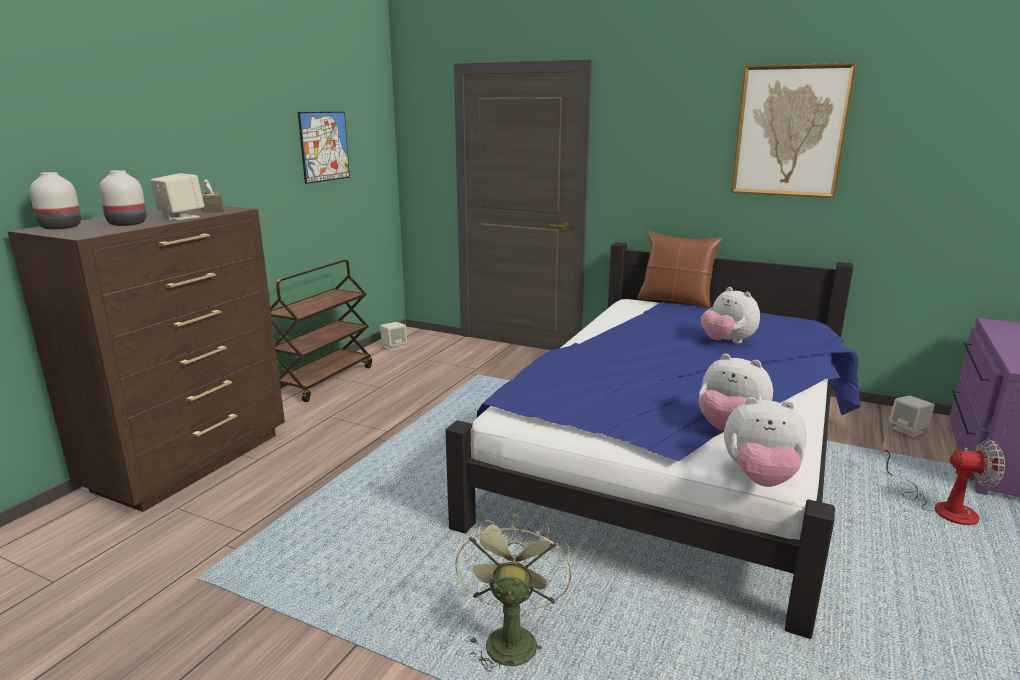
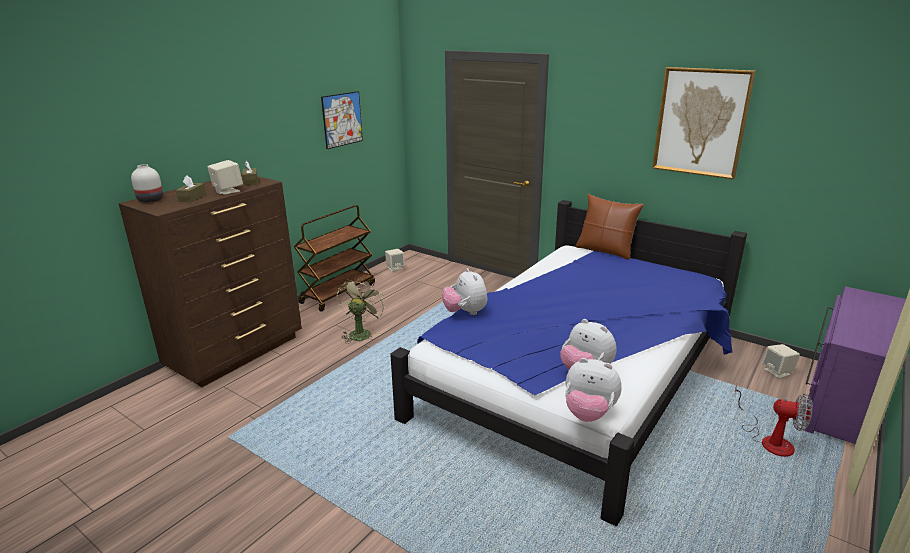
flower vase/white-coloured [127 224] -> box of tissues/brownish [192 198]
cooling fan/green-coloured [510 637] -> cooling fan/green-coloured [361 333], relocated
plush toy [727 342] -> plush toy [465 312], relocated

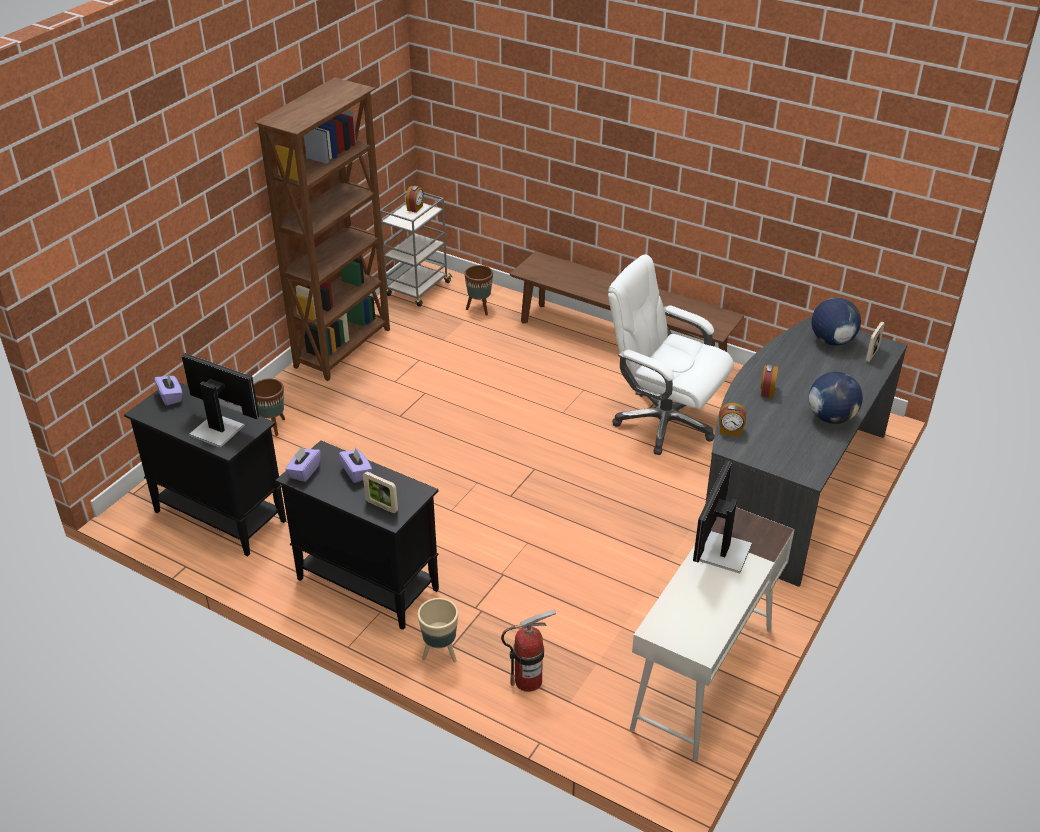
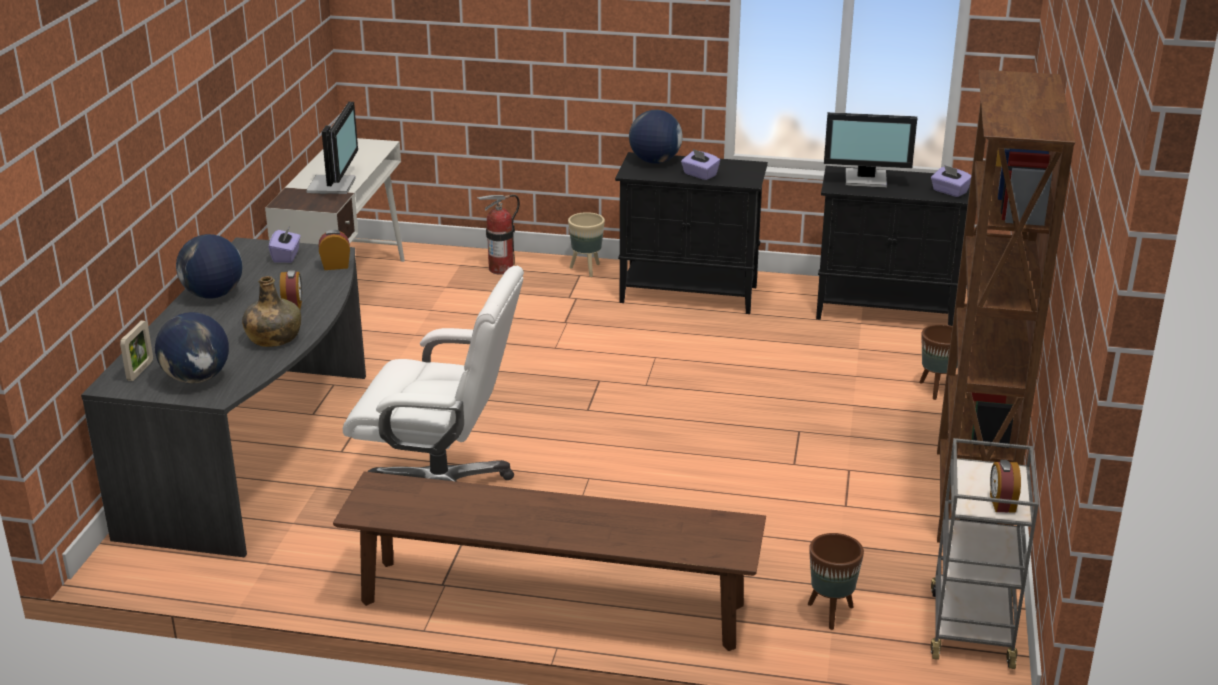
box of tissues/purple [304 472] -> box of tissues/purple [286 256], relocated
picture frame [381 506] -> world globe [655 161]
none -> drink bottle/green-coloured [273 338]

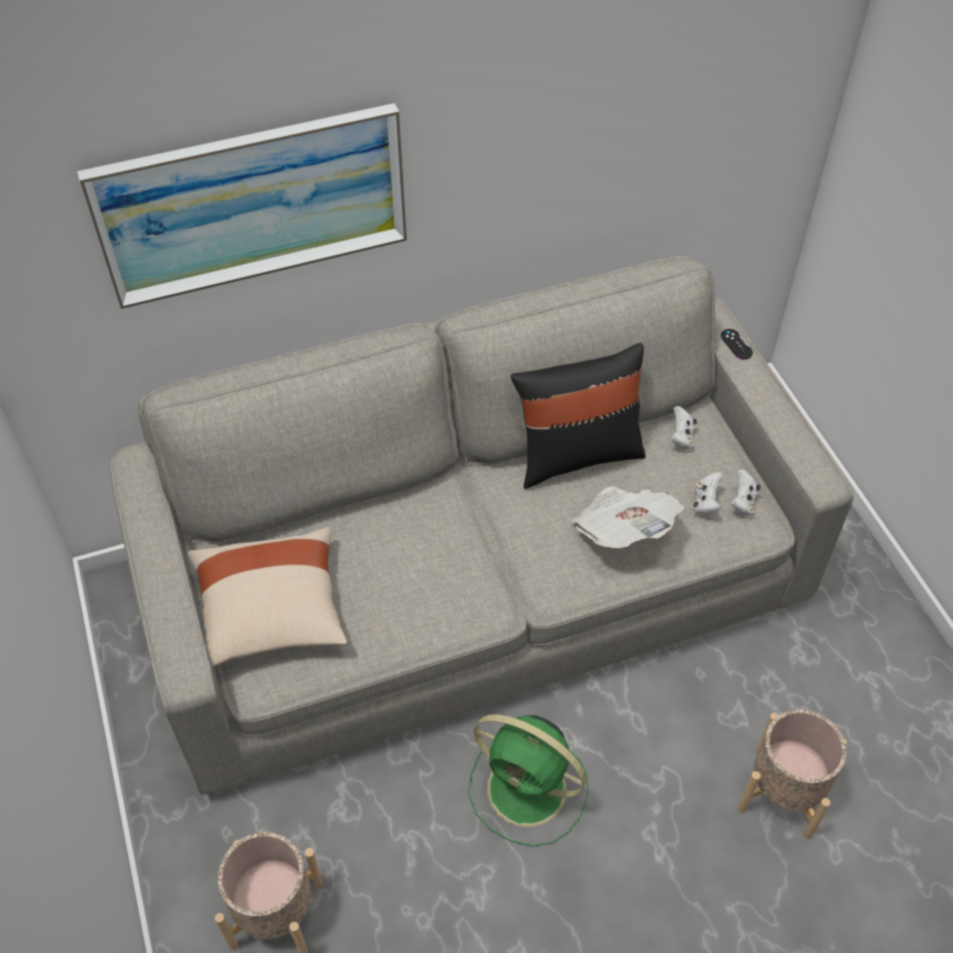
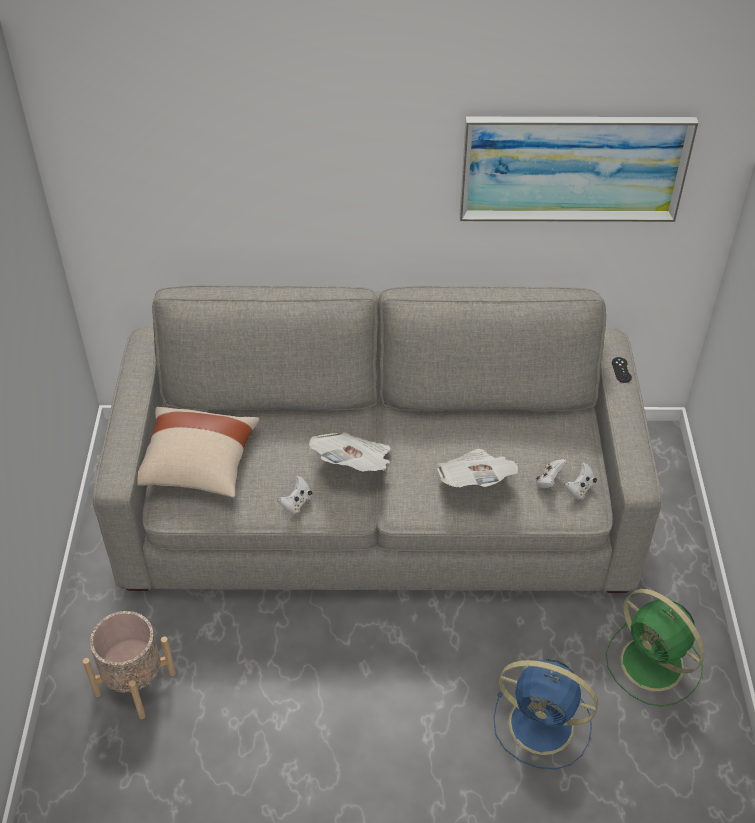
wall art [252 204] -> wall art [573 167], relocated
cooling fan/green-coloured [530 790] -> cooling fan/green-coloured [654 665], relocated
throw pillow/black [577 455] -> none
game controller/white-coloured [681 437] -> game controller/white-coloured [296 503], relocated
planter/beige [782 792] -> cooling fan/blue [544 725]
none -> printed paper [354 465]

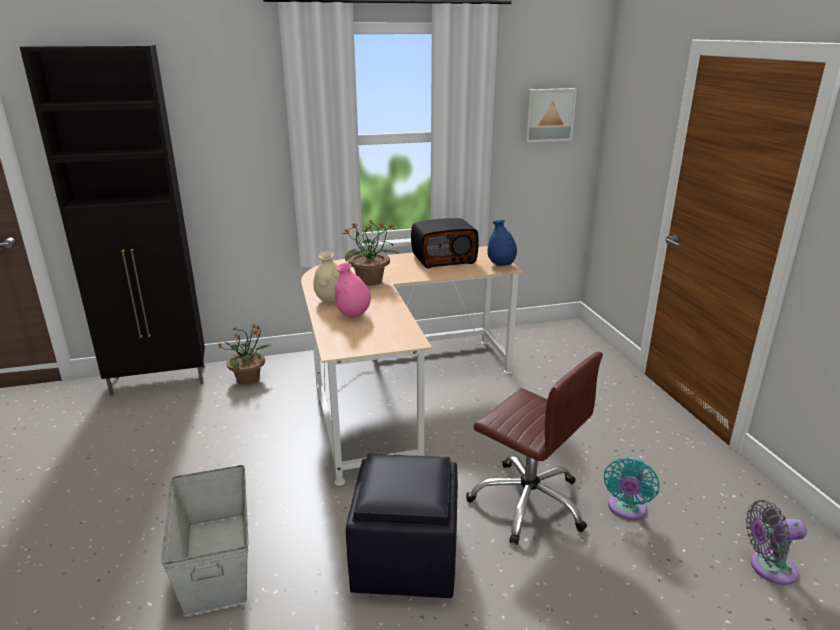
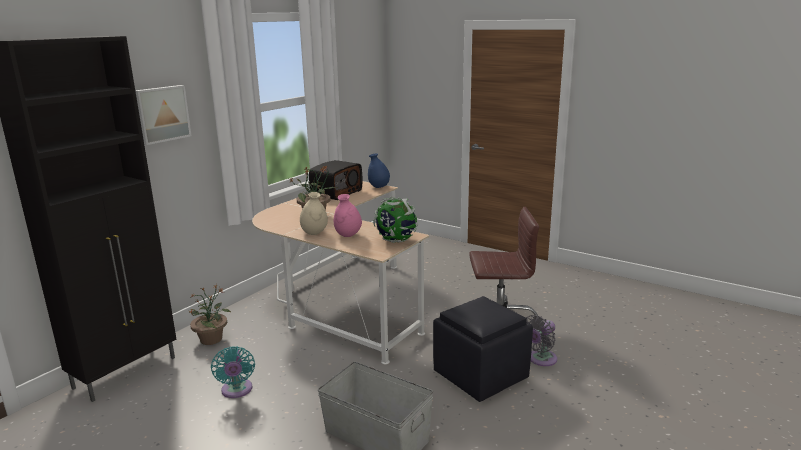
wall art [548 115] -> wall art [162 114], relocated
cooling fan/turquoise [626 509] -> cooling fan/turquoise [237 391], relocated
cooling fan/grey [768 567] -> cooling fan/grey [540 359], relocated
none -> world globe [396 241]

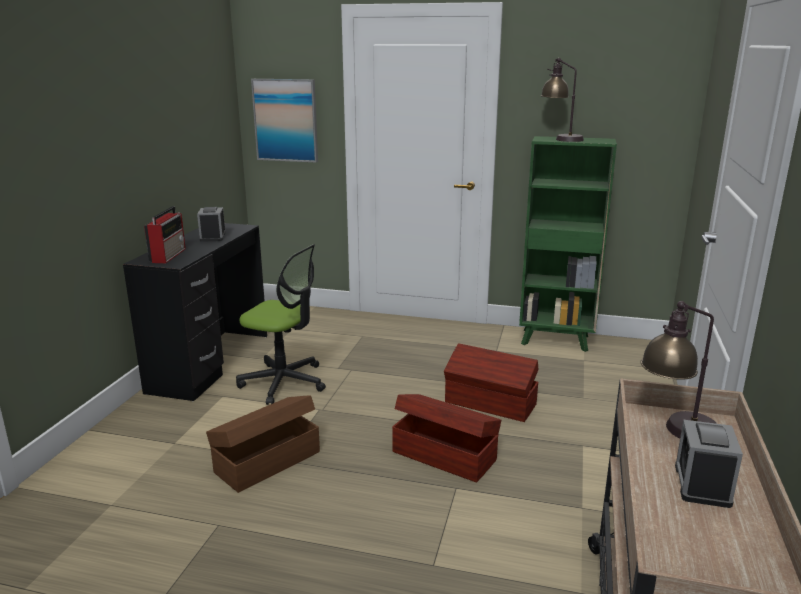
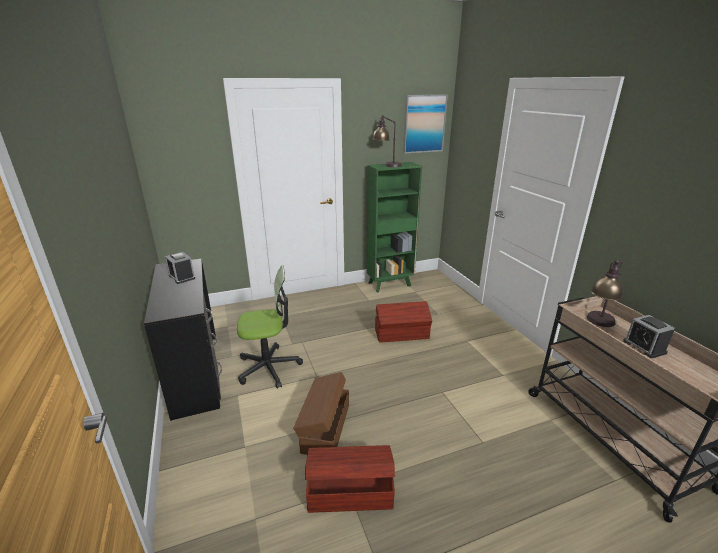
radio [169 255] -> none
wall art [286 120] -> wall art [424 124], relocated
storage bin/brownish [444 455] -> storage bin/brownish [349 491], relocated

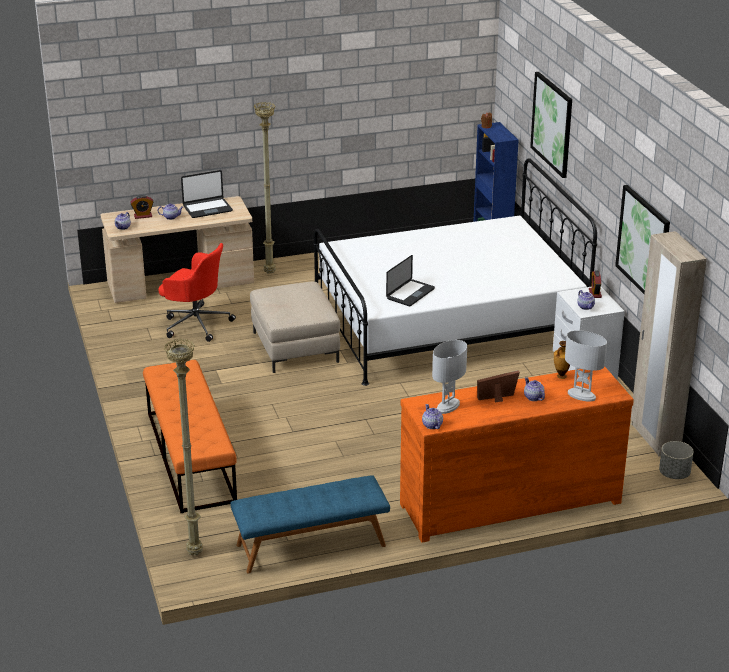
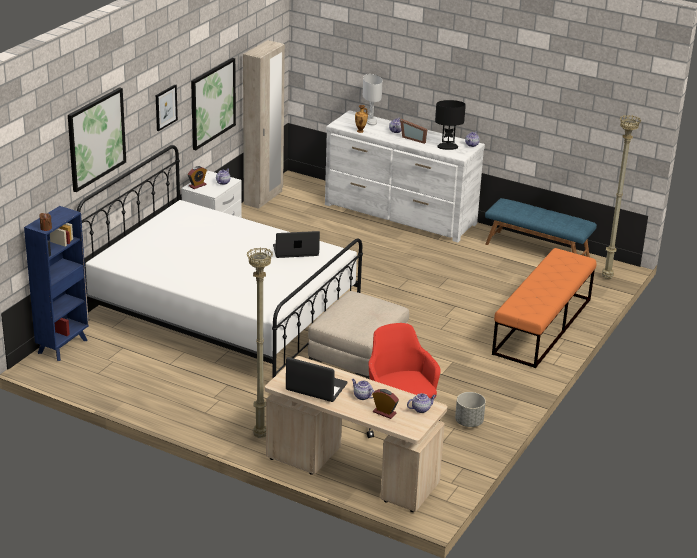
dresser/orange [509 502] -> dresser/white-coloured [400 214]
lamp for a table/white-coloured [448 406] -> lamp for a table/black [447 147]
planter/grey [674 474] -> planter/grey [469 422], relocated
none -> wall art [165 107]

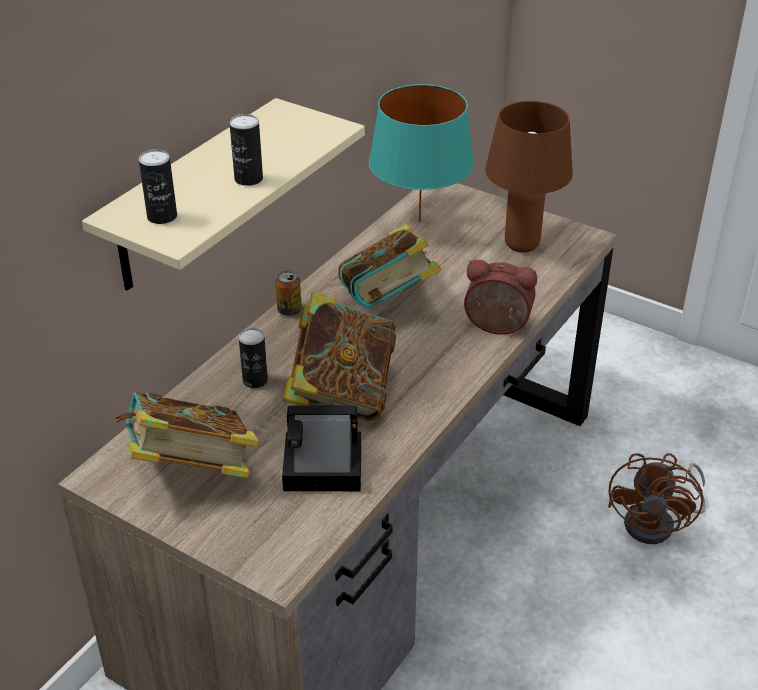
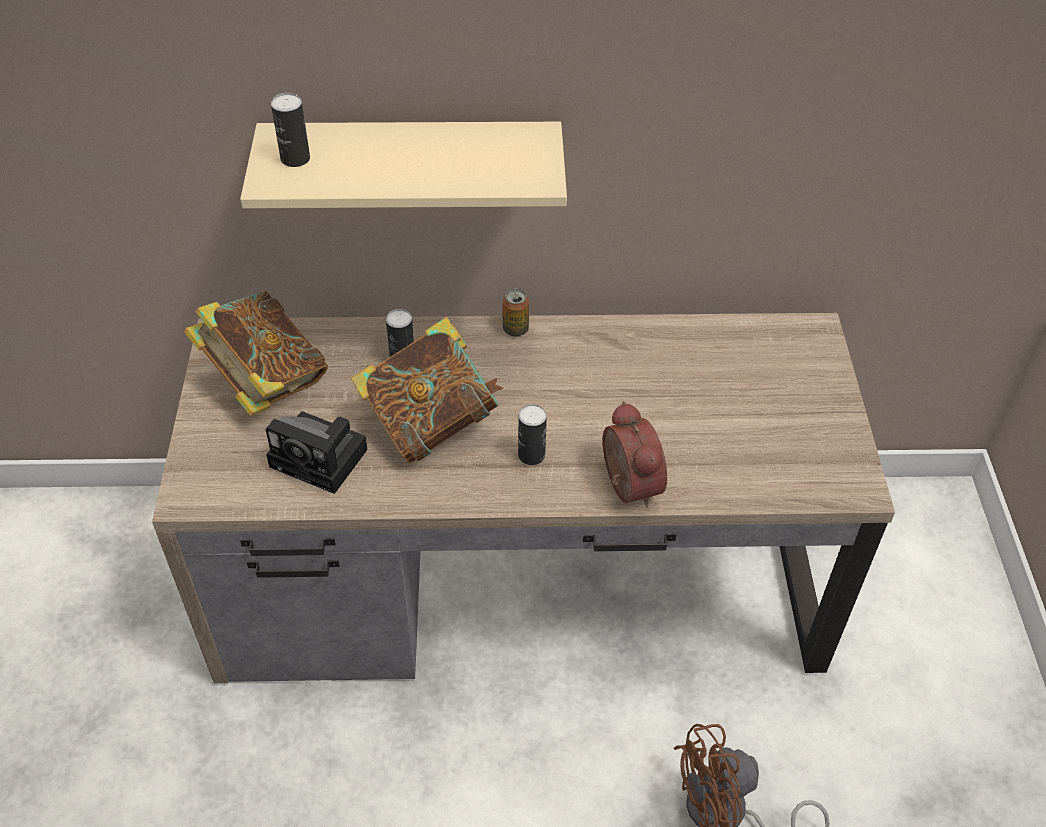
can [248 179] -> can [531 455], relocated
still camera [318 469] -> still camera [322 459], 150 degrees clockwise
volume [388 302] -> none
lamp for a table/turquoise [419 221] -> none
lamp for a table/brownish [522 245] -> none

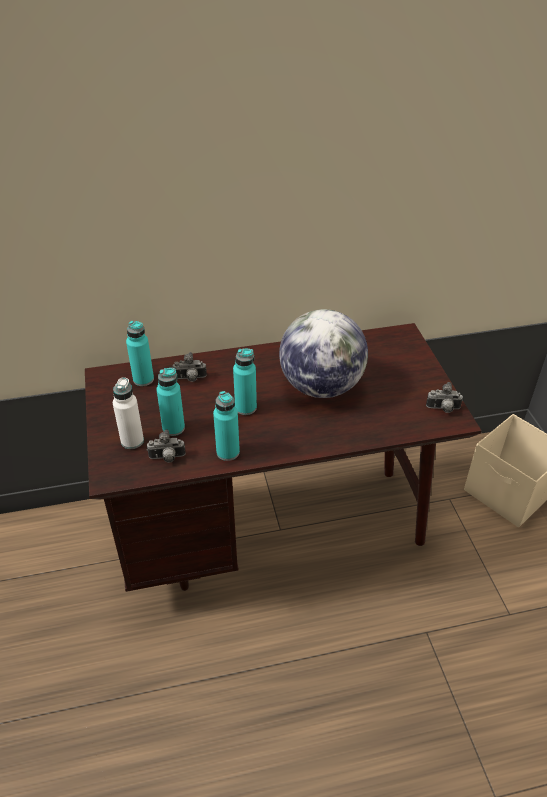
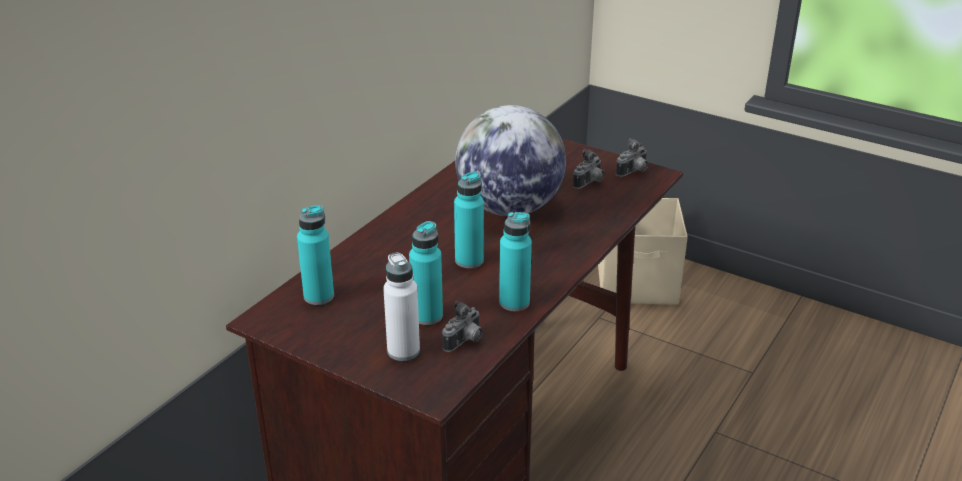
still camera [190 379] -> still camera [590 183], relocated

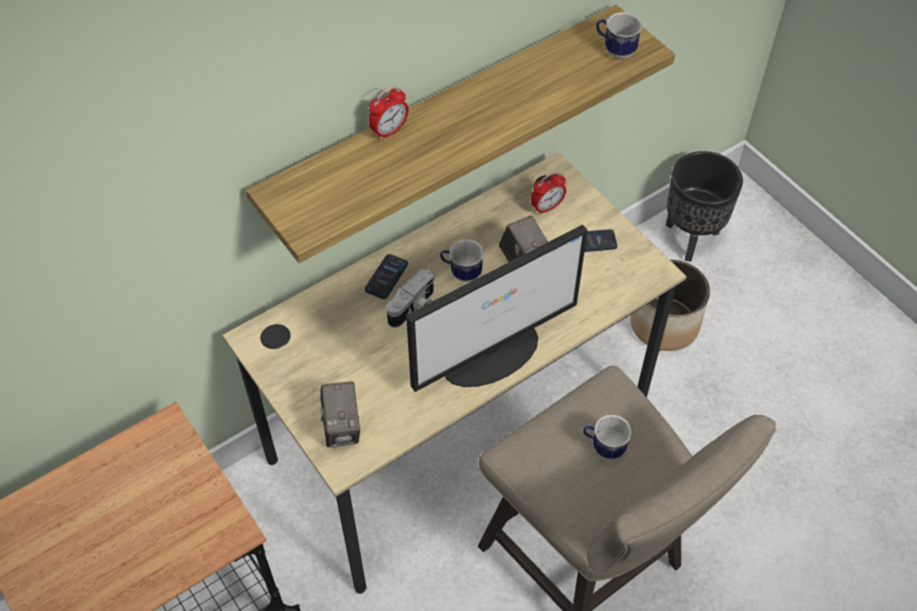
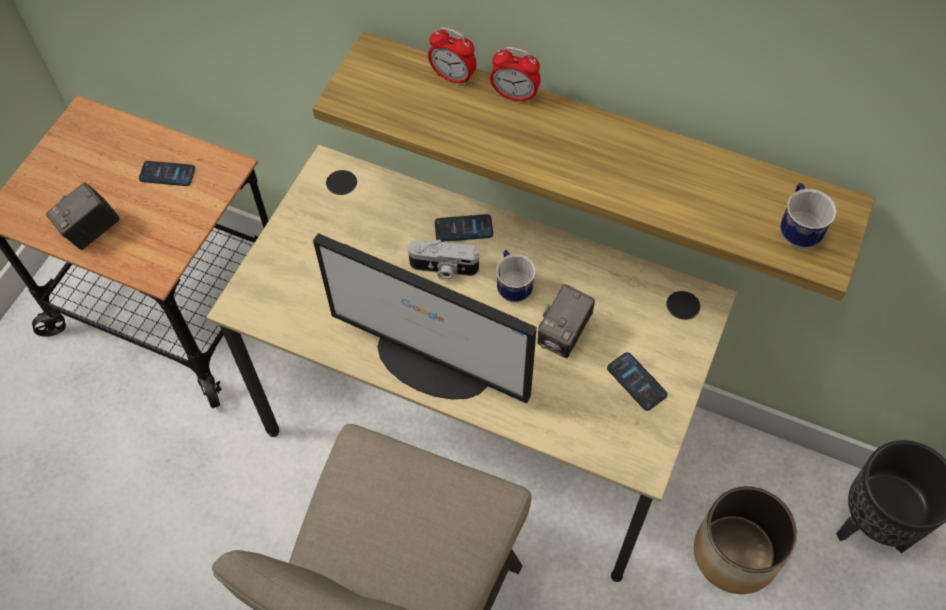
still camera [342 428] -> still camera [92 231], relocated
alarm clock [547 207] -> alarm clock [453 77], relocated
coffee mug [603 447] -> none
none -> handset [167 174]

